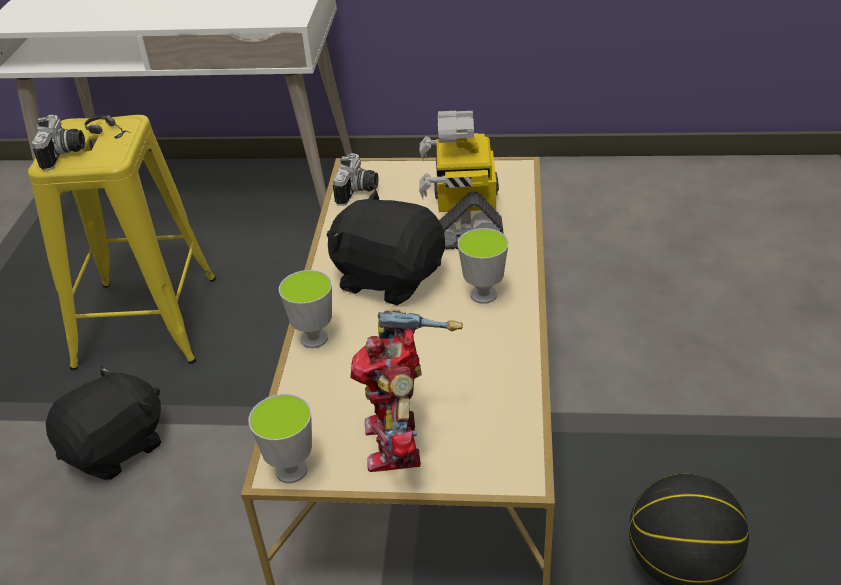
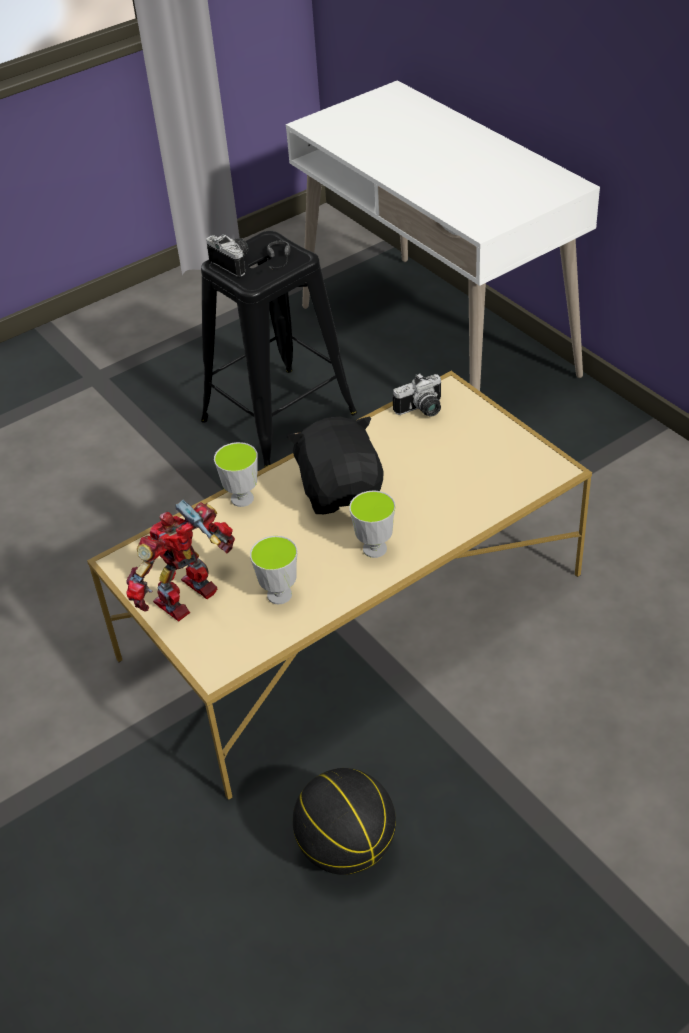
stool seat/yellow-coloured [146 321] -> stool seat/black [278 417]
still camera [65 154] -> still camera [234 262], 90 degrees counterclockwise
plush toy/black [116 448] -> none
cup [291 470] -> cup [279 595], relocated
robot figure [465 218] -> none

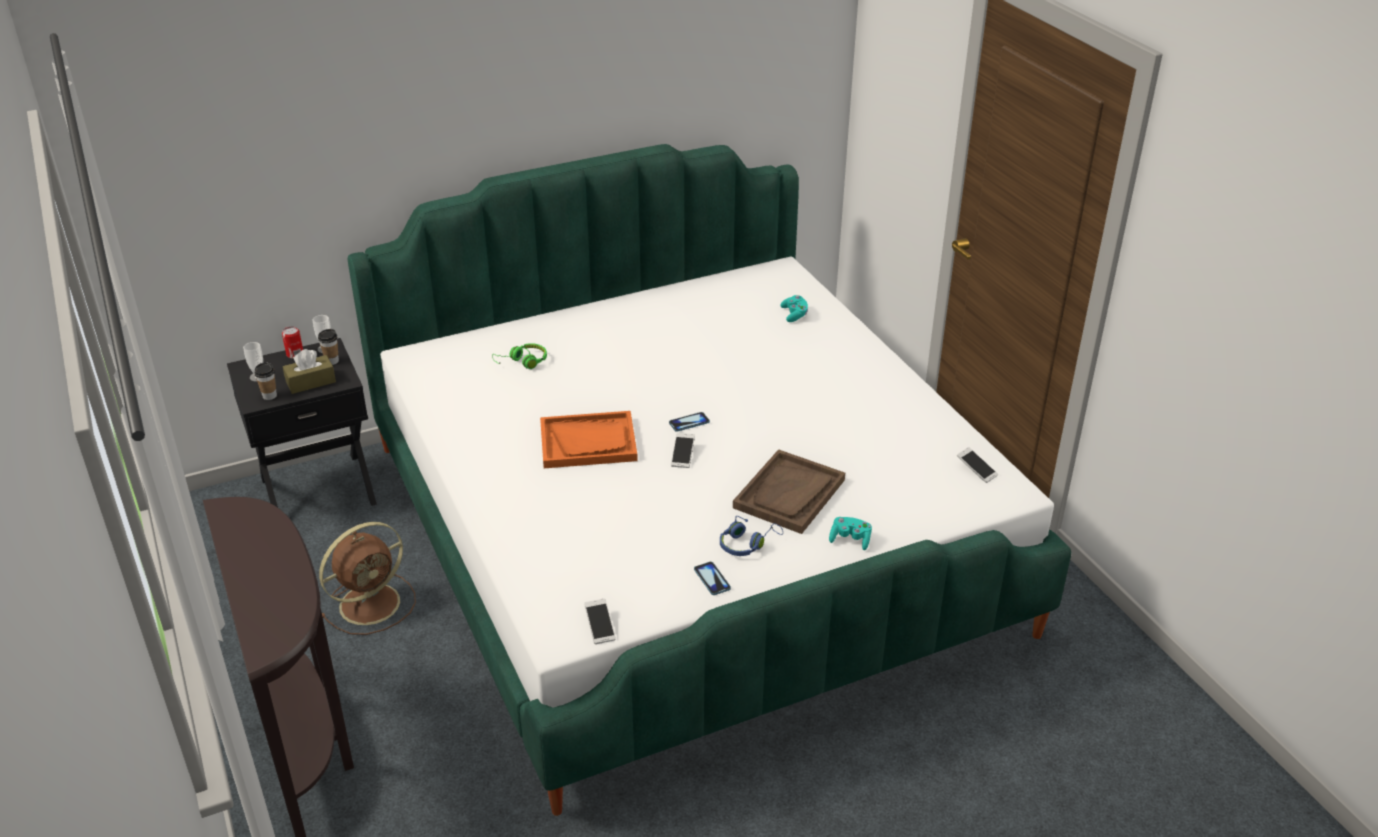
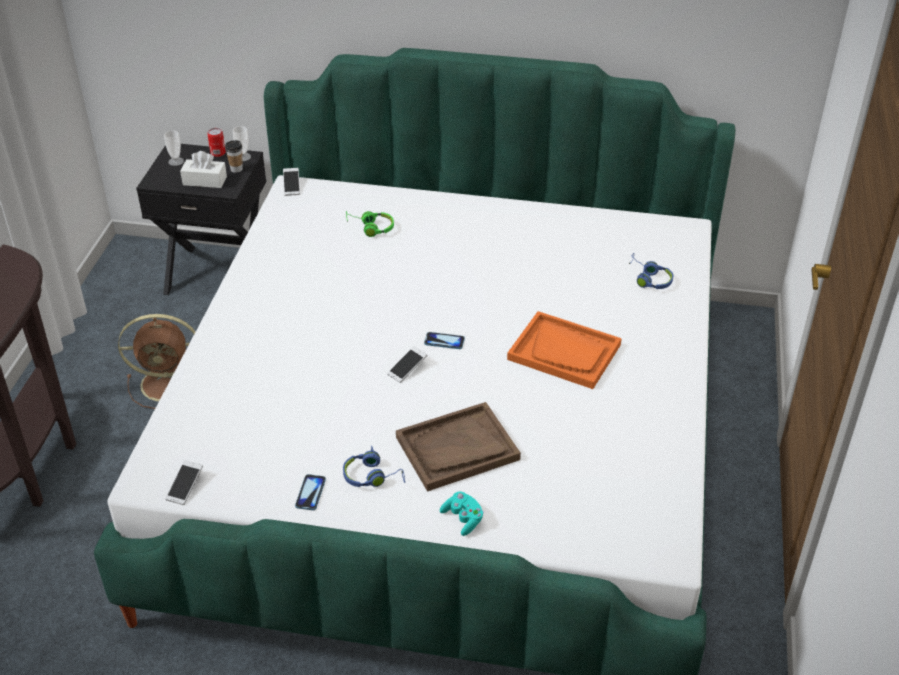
cup [269 396] -> none
box of tissues/brownish [311 382] -> box of tissues/white-coloured [204 181]
serving tray/orange [588 442] -> serving tray/orange [564 352], relocated
game controller/turquoise [794 315] -> headset/blue [648 279]
handset [976 470] -> handset [291 186], relocated

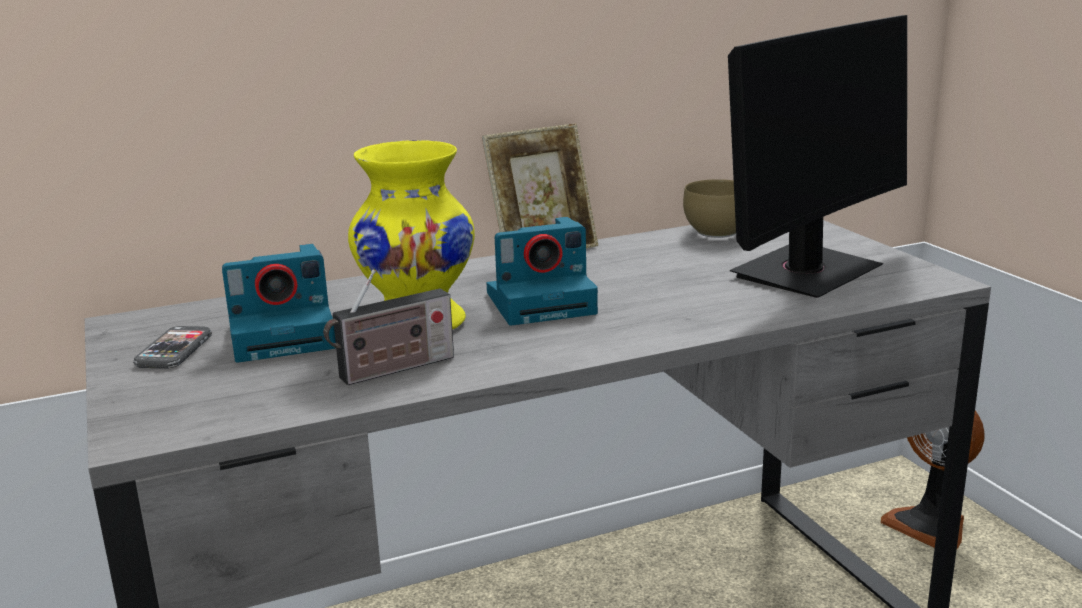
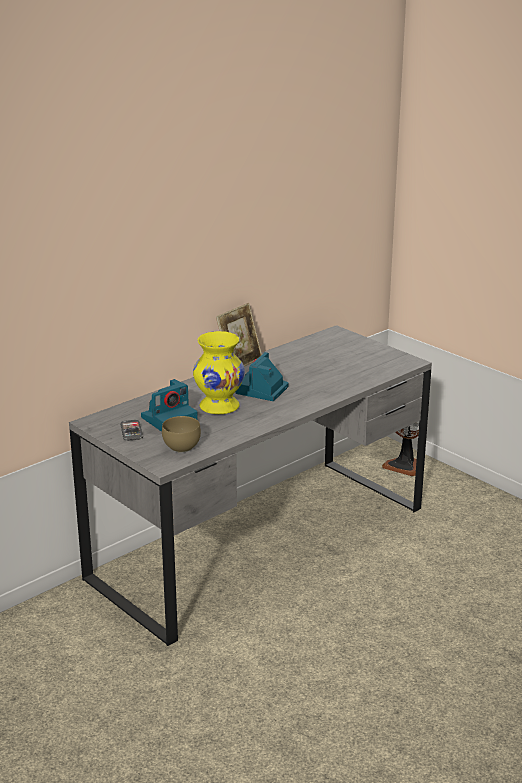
radio [392 370] -> none
still camera [543 302] -> still camera [262 390], 150 degrees clockwise
bowl/brownish [716 233] -> bowl/brownish [181 448], relocated
computer screen [807 272] -> none

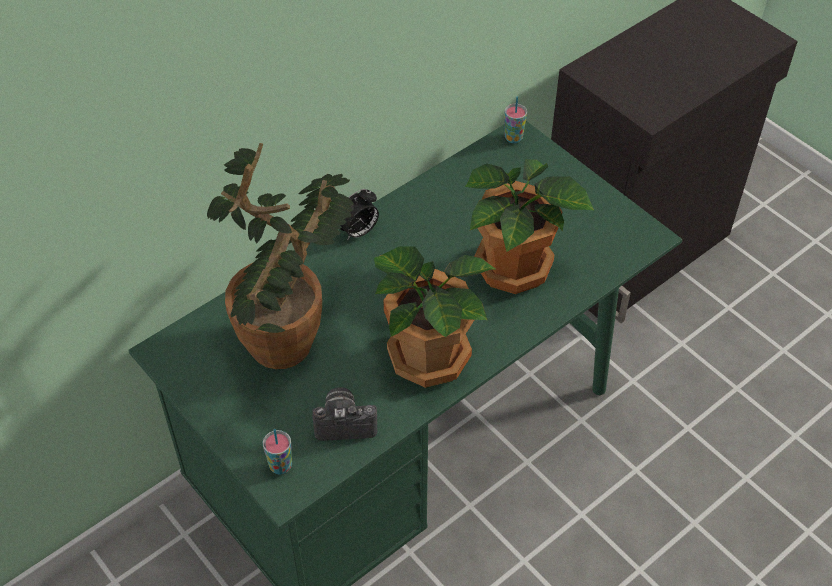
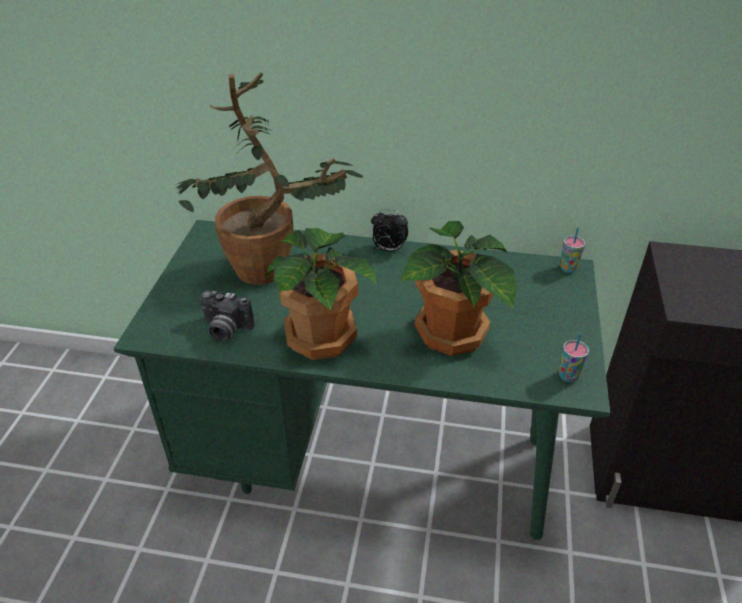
cup [280 466] -> cup [568 376], relocated
still camera [345 422] -> still camera [225 329], 150 degrees clockwise

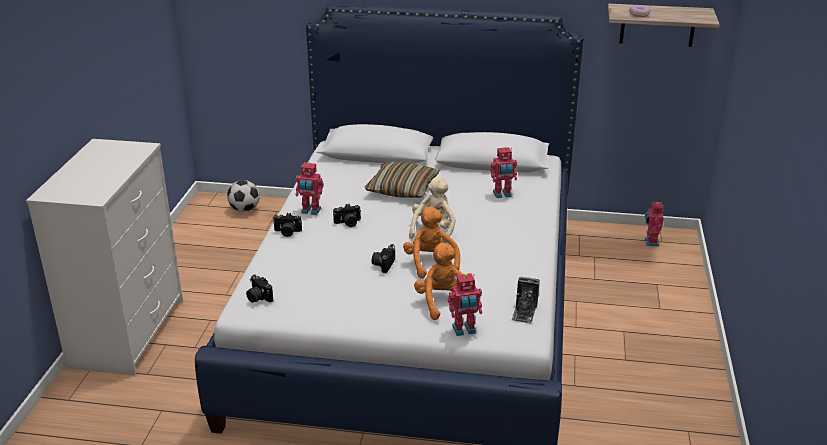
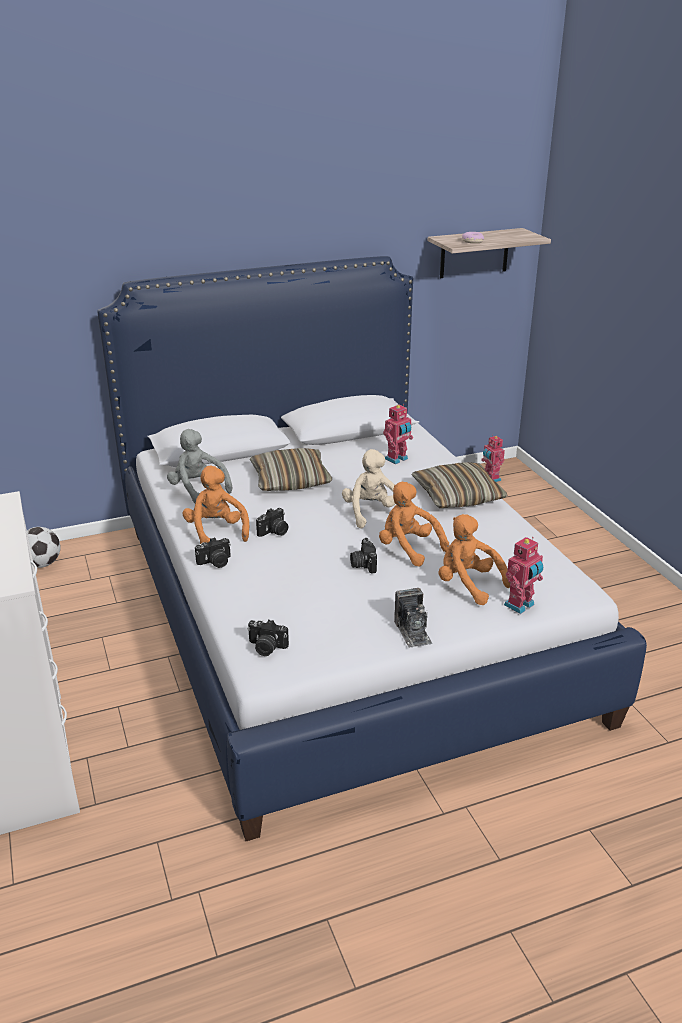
robot figure [310 211] -> plush toy/orange [216 531]
still camera [524 311] -> still camera [413 632], relocated
none -> plush toy/grey [198 490]
none -> throw pillow [458 496]

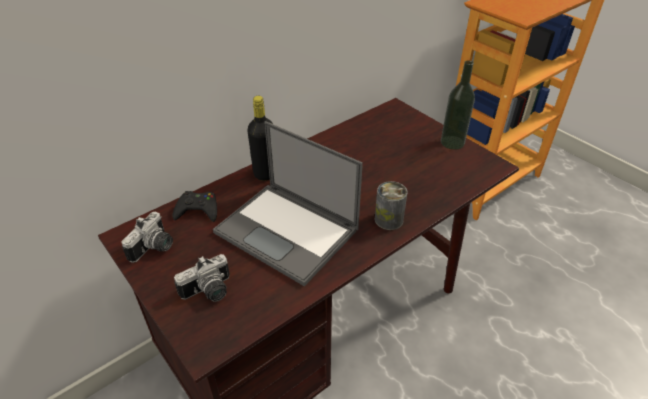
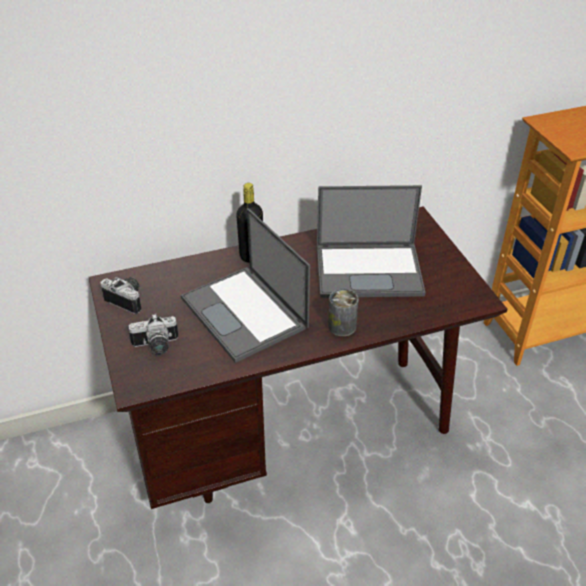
still camera [154 248] -> still camera [128 299], 105 degrees counterclockwise
game controller/black [198 210] -> none
drink bottle [452 142] -> none
none -> notebook computer [370 270]

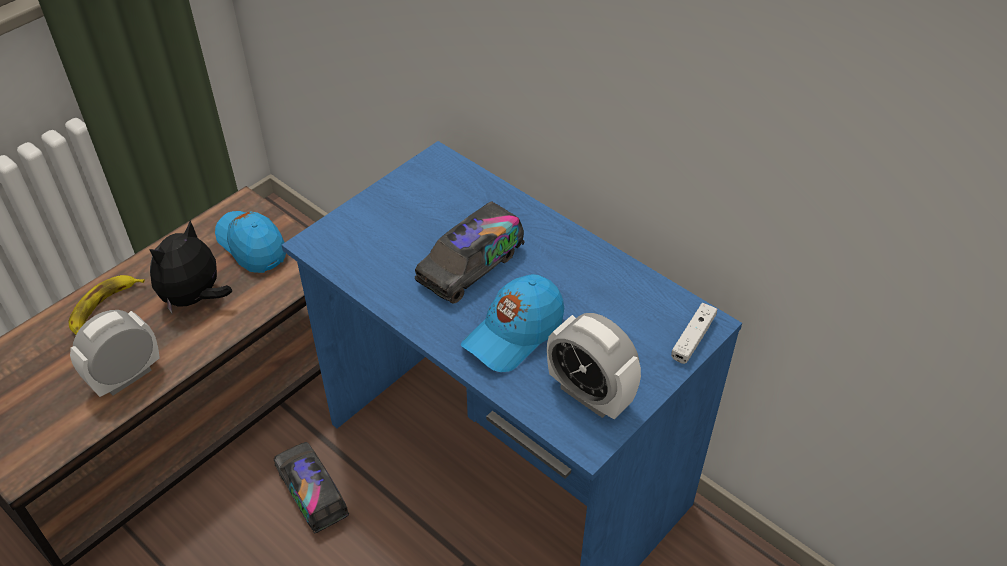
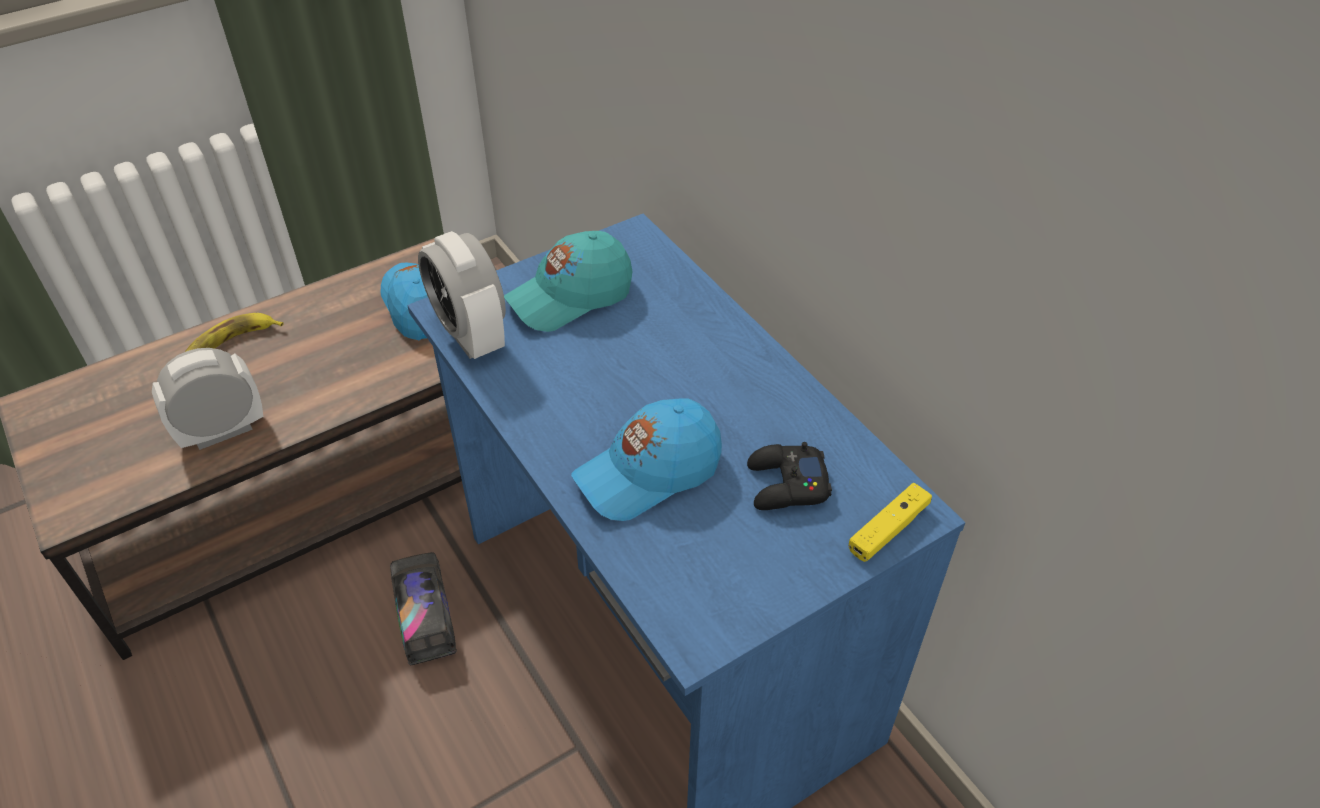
plush toy [195 298] -> none
model truck [470 266] -> none
alarm clock [589 394] -> alarm clock [470 335], relocated
game controller/white-coloured [693 338] -> game controller/yellow-coloured [888 529]
none -> cap/turquoise [570 297]
none -> game controller/black [786 485]

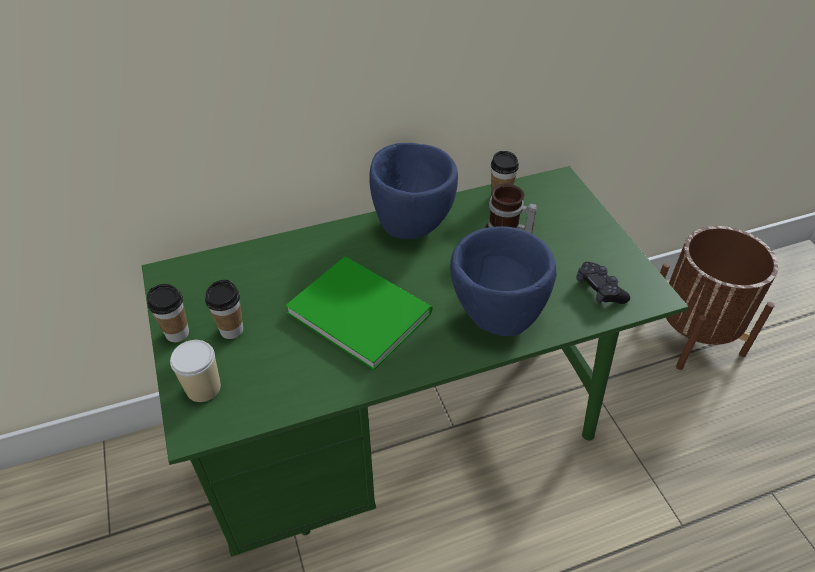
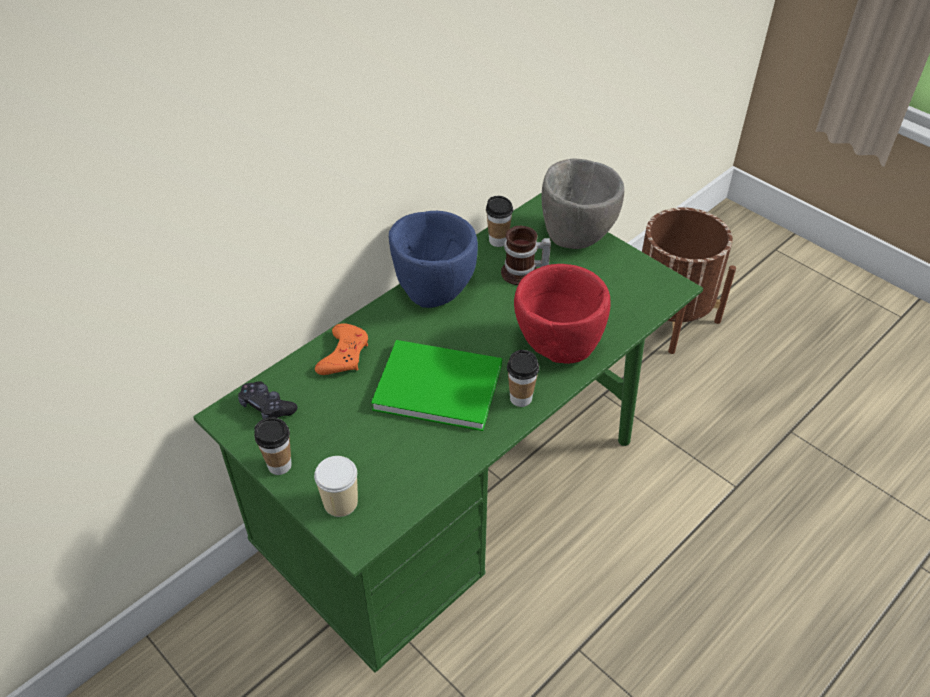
cup [231 330] -> cup [520 398], relocated
bowl/blue [496 315] -> bowl/reddish [557 348]
game controller/black [599 290] -> game controller/black [267 407], relocated
none -> game controller/orange [344 354]
none -> bowl/grey [576 236]

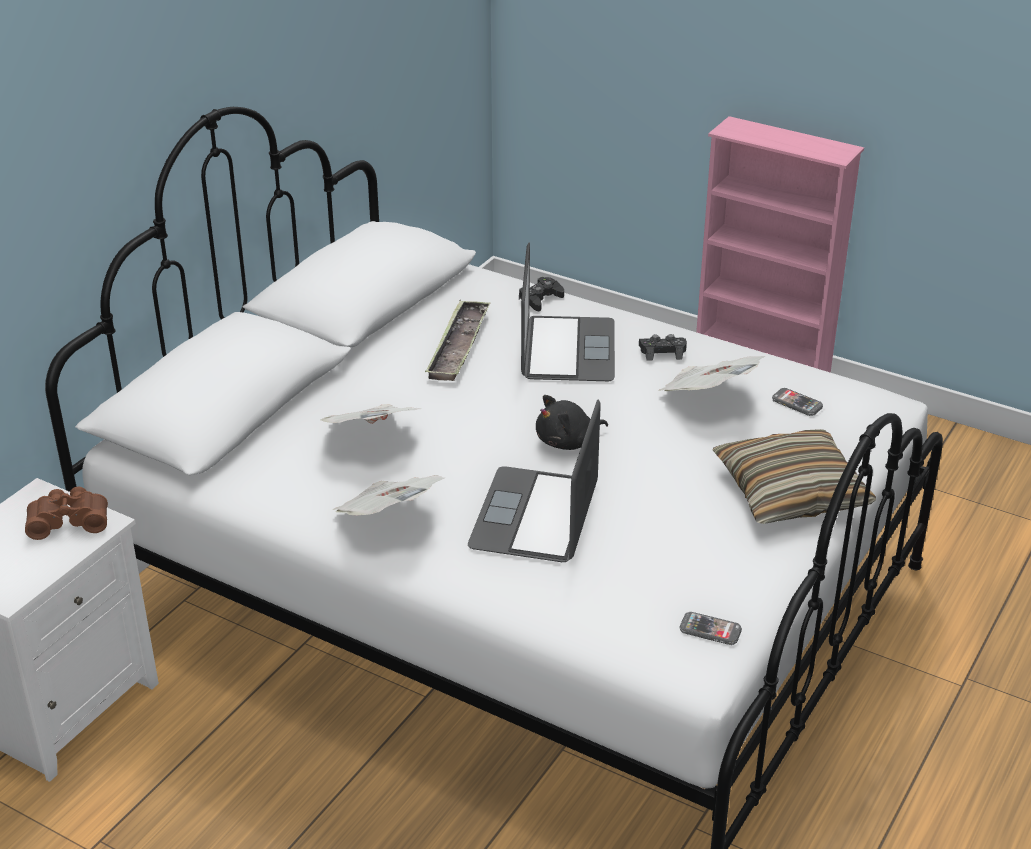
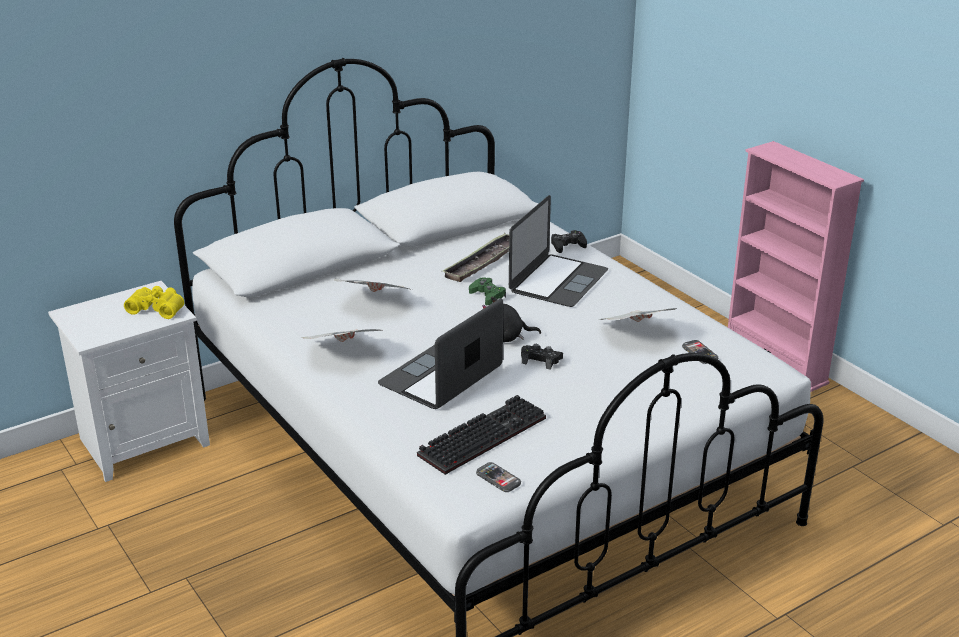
field glasses/brownish [69 520] -> field glasses/yellow-coloured [157 308]
game controller/black [662 352] -> game controller/black [541 360], relocated
throw pillow [790 492] -> none
none -> computer keyboard [482 435]
none -> game controller/green-coloured [487 295]

